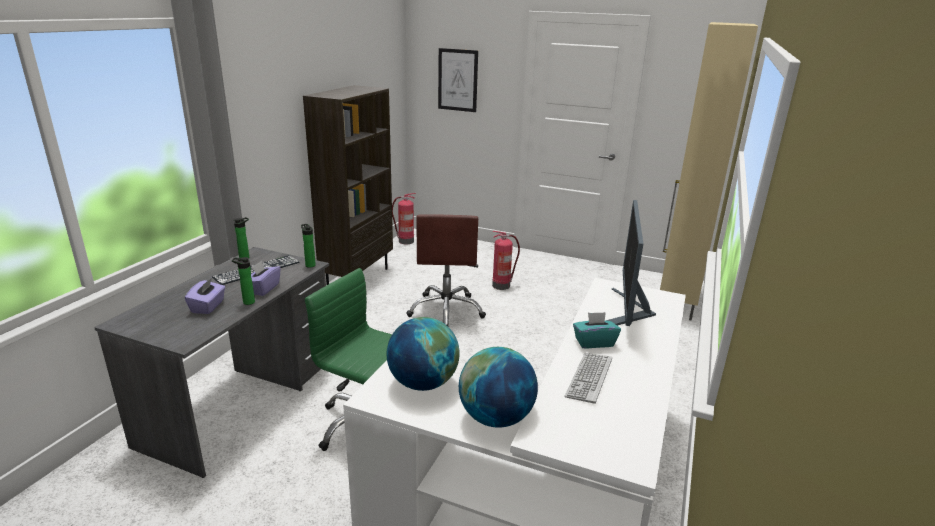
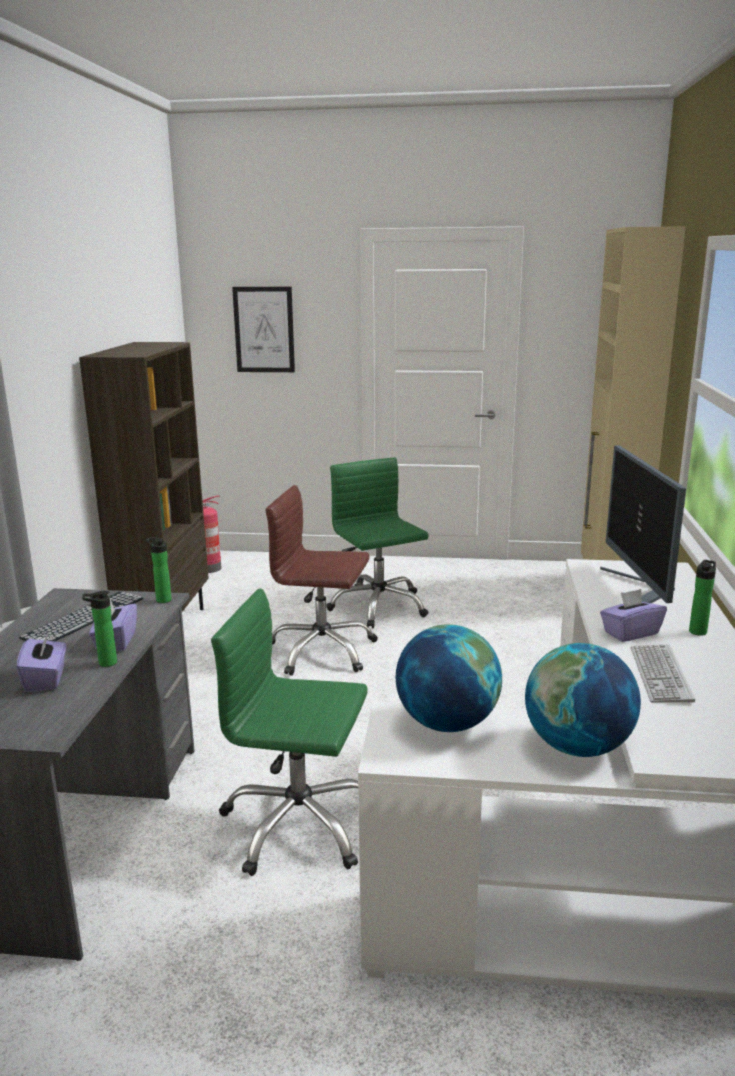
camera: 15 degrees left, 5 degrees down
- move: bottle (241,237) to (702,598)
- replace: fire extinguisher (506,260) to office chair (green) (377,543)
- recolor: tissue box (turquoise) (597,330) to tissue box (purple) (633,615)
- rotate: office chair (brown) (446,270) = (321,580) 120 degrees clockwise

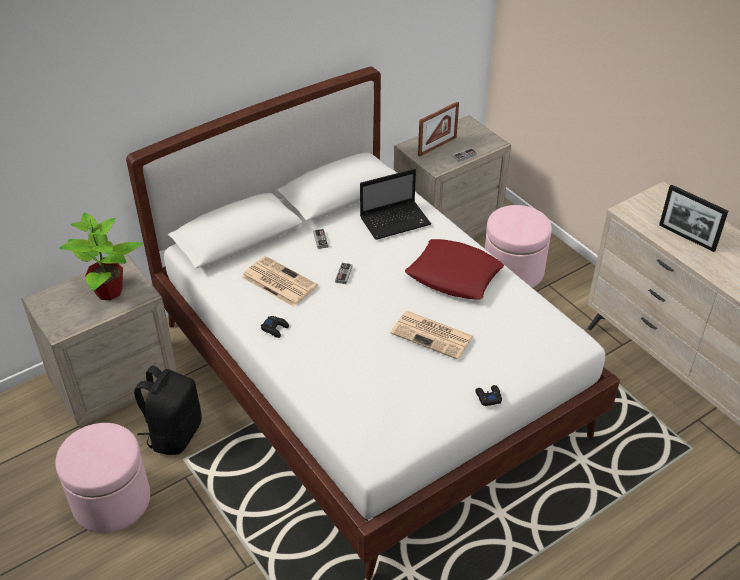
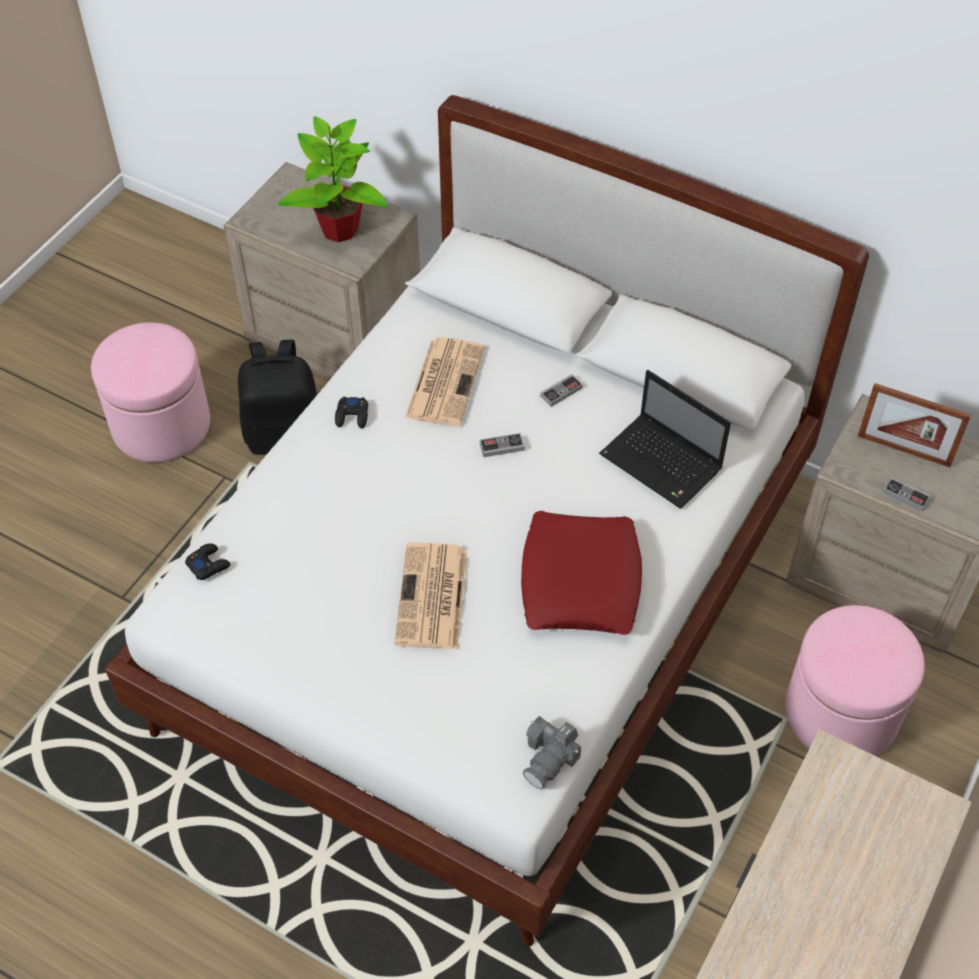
camera: 65 degrees right, 10 degrees up
- delete: picture frame (693,218)
- insert: photo camera (552,752)
- move: game controller (black) (488,395) to (208,562)

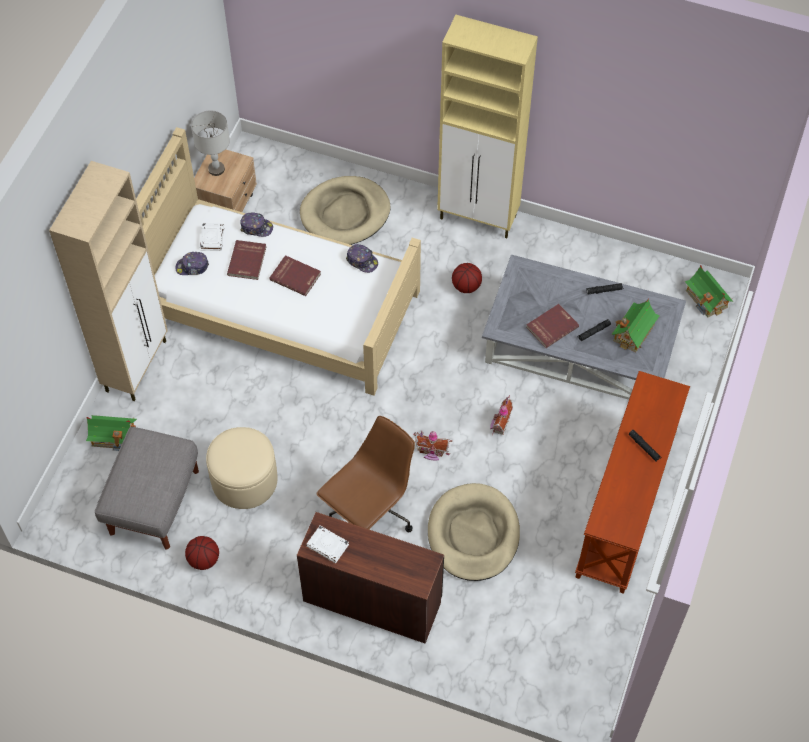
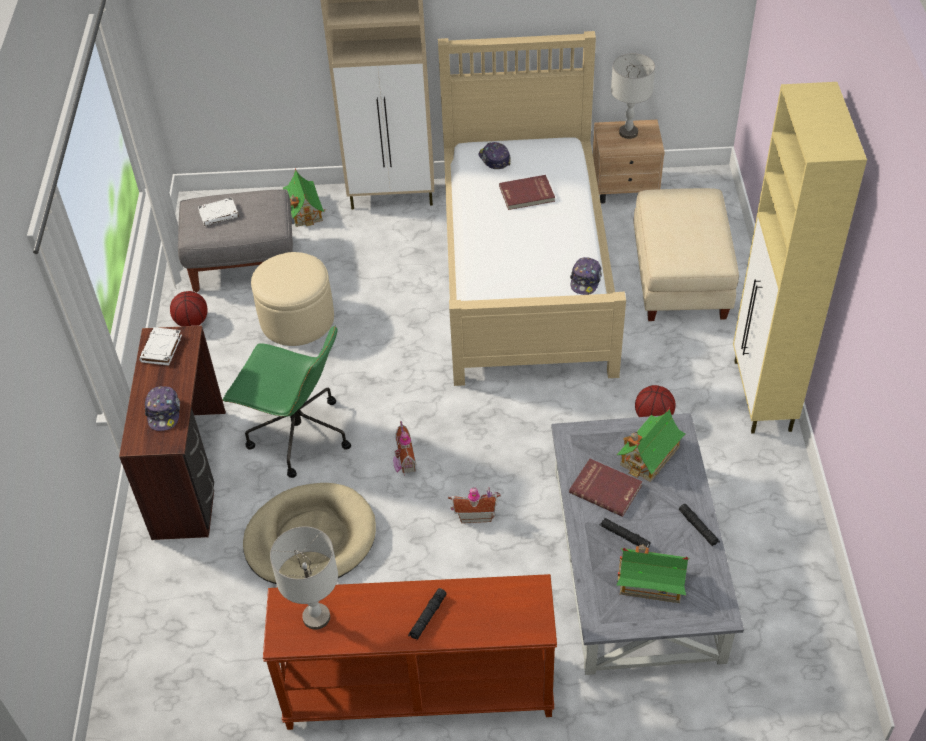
camera: 70 degrees right, 10 degrees down
- delete: book (red) (295,275)
- insert: table lamp (grey) (304,578)
- move: book (white) (212,237) to (218,212)
- move: cap (256,224) to (162,408)
- move: toy house (709,291) to (651,444)
- replace: dog bed (beige) (345,210) to ottoman (beige) (686,254)
- recolor: office chair (brown) (366,474) to office chair (green) (287,401)

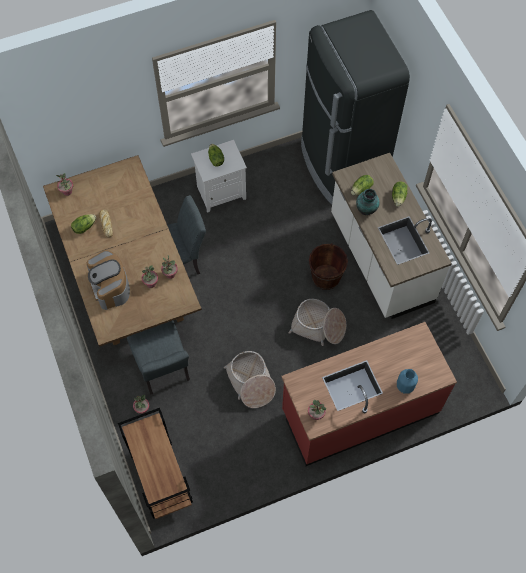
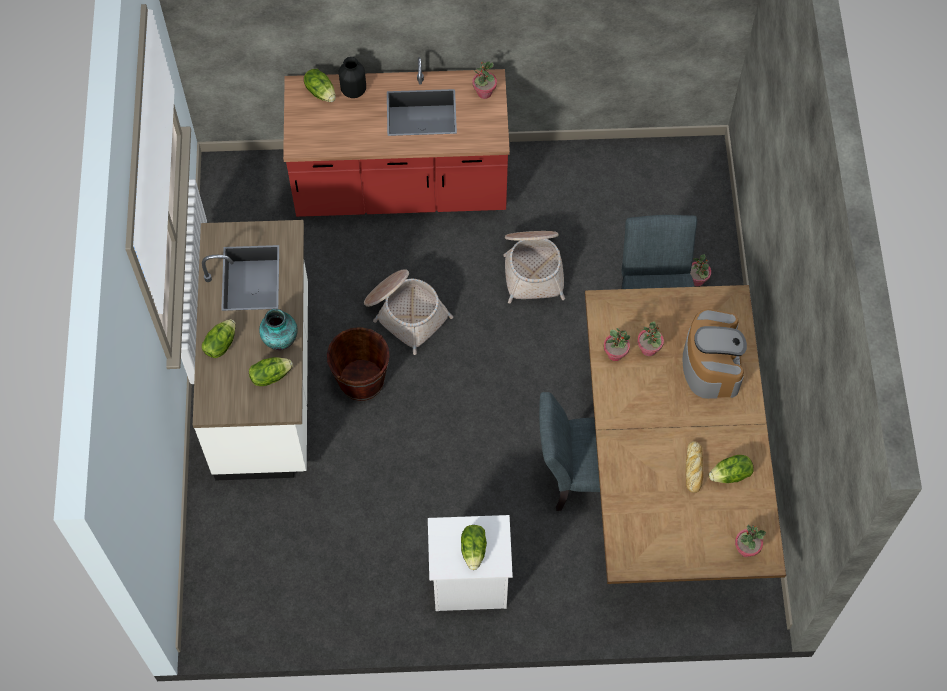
camera: 160 degrees left, 0 degrees up
- delete: cart (brown) (155,463)
- delete: fridge (black) (355,107)
- insert: lettuce (320,85)
- recolor: vase (blue) (407,381) to vase (black) (352,77)

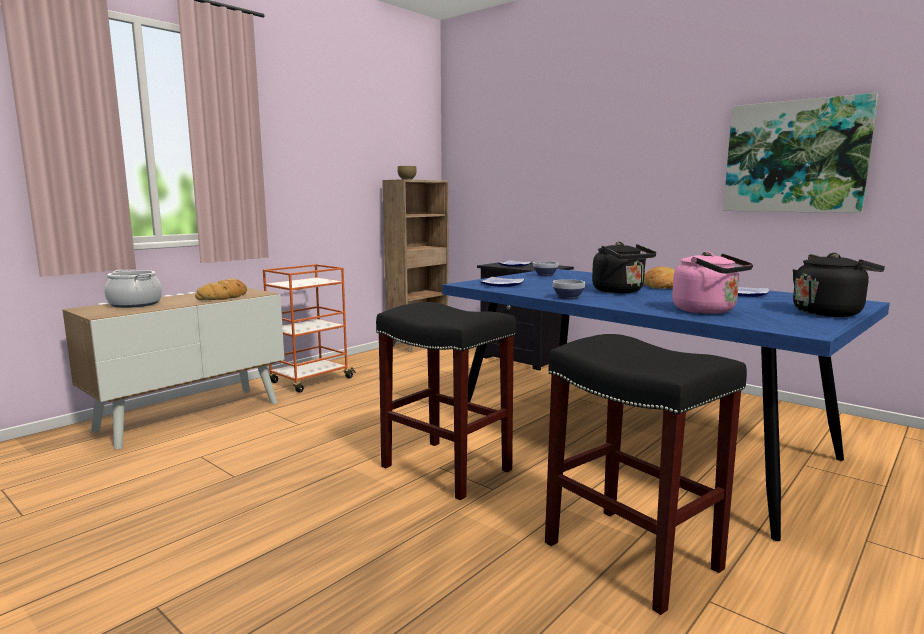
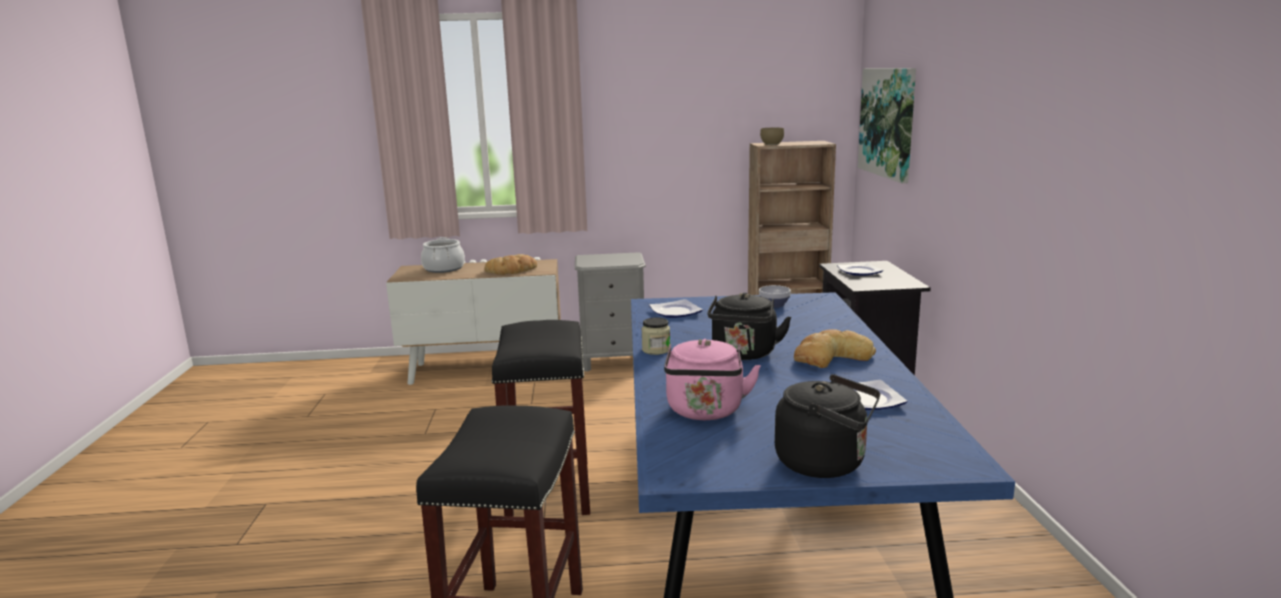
camera: 45 degrees right, 5 degrees up
- move: picture (800,153) to (887,125)
- replace: cart (orange) (309,328) to nightstand (grey) (610,312)
- replace: bowl (569,289) to jar (655,336)

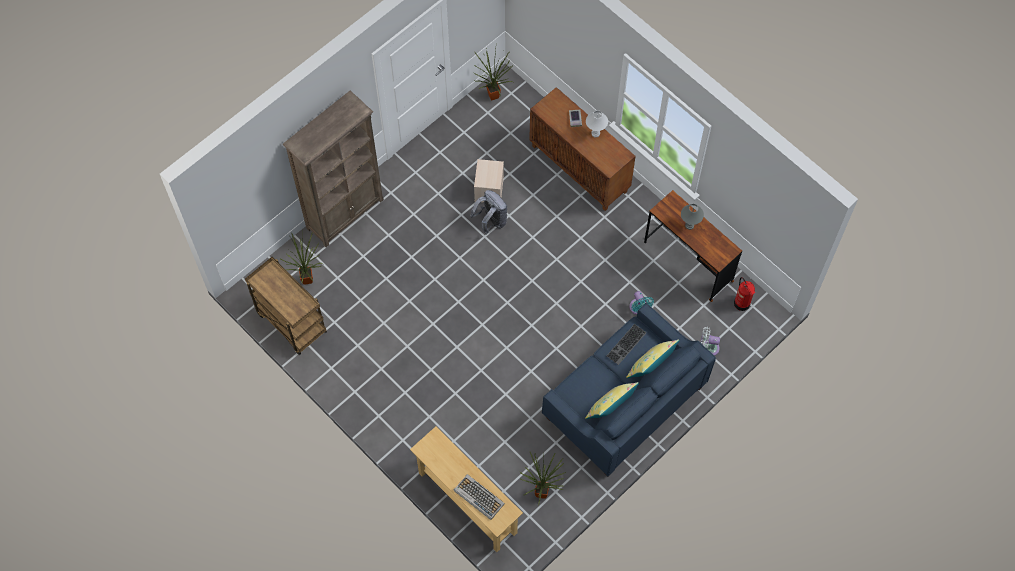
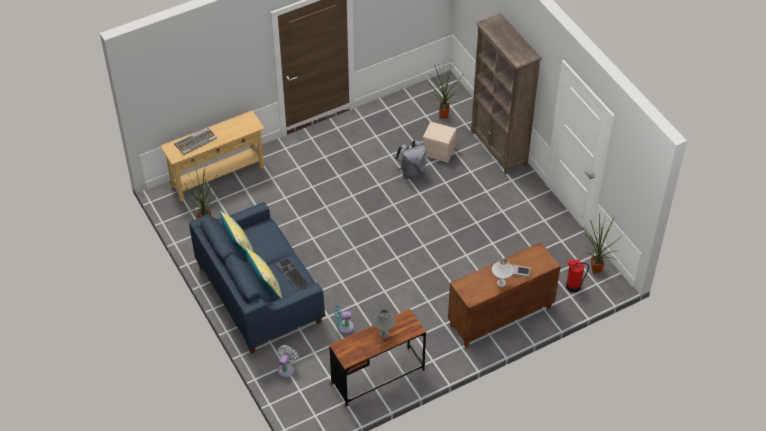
camera: 105 degrees right, 15 degrees down
- delete: cart (brown) (286,306)
- move: backpack (grey) (488,212) to (410,159)
- move: storage box (beige) (489,181) to (439,142)
- move: fire extinguisher (744,294) to (577,276)

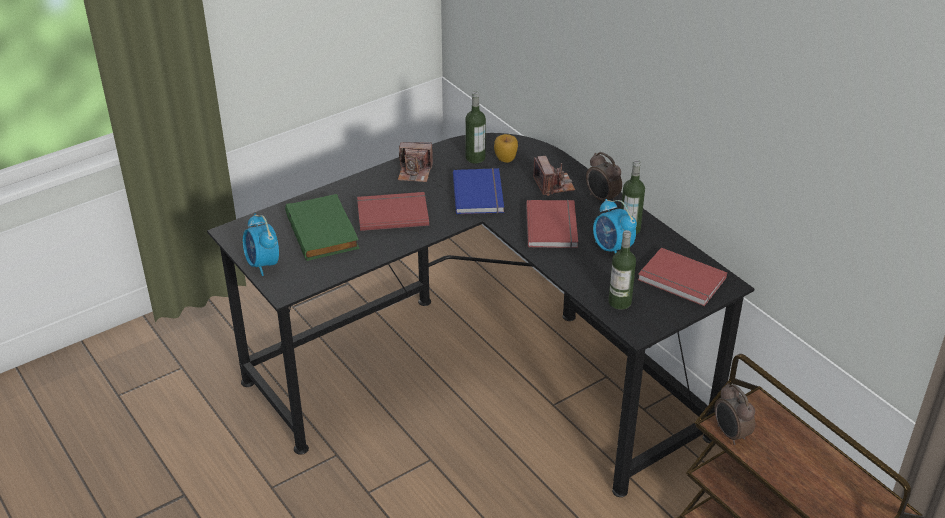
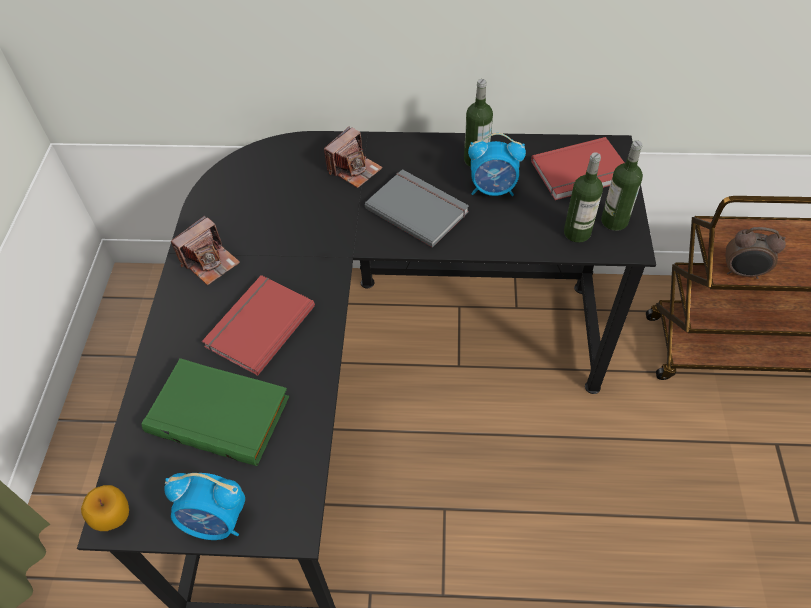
camera: 50 degrees left, 15 degrees up
- delete: book (blue) (478,191)
- delete: alarm clock (604,176)
- move: bottle (475,127) to (622,185)
- move: apple (506,148) to (105,508)
- recolor: book (red) (552,224) to book (grey) (417,208)
- rotate: photo camera (554,176) = (353,157) 105 degrees clockwise

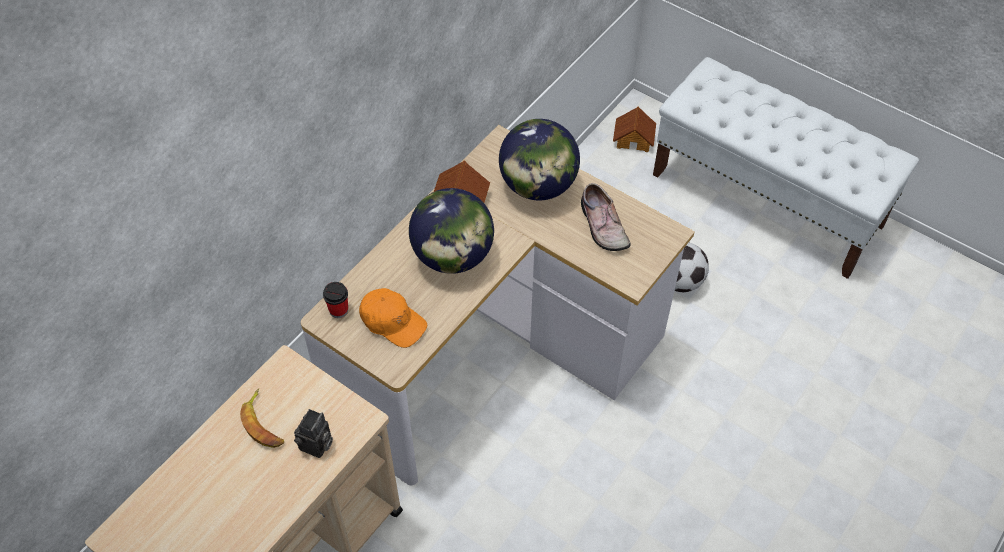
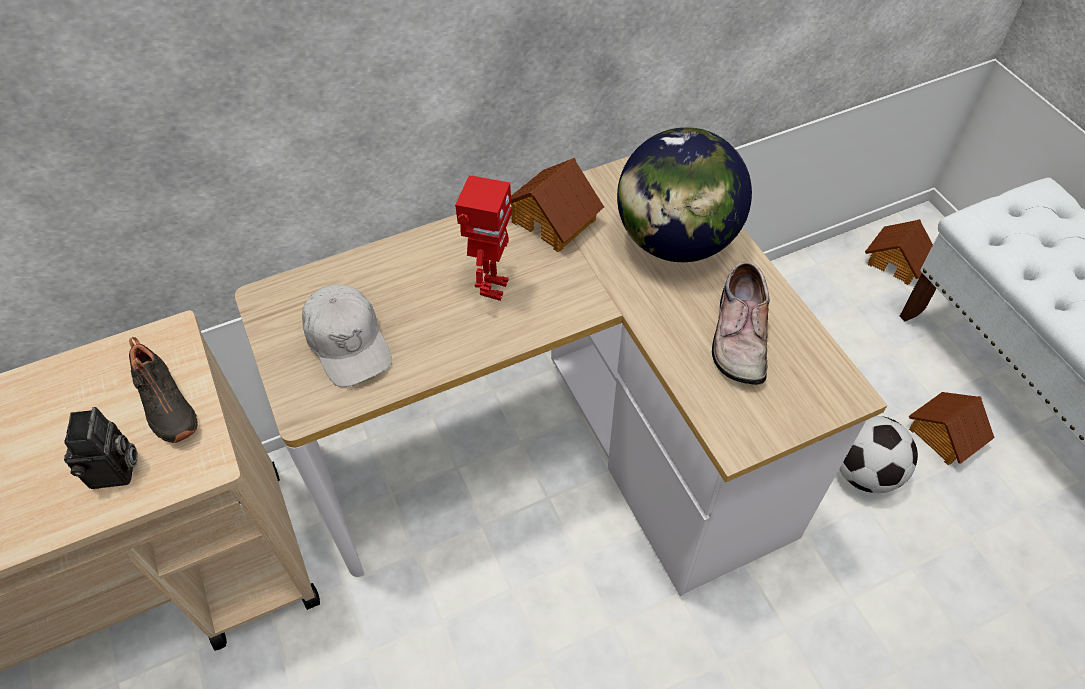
camera: 30 degrees right, 0 degrees up
- delete: banana (262,418)
- delete: cup (335,300)
- insert: shoe (black) (163,390)
- insert: toy house (952,428)
- replace: globe (451,231) to toy robot (483,238)
- recolor: cap (orange) (393,318) to cap (white) (347,336)
- rotate: photo camera (313,433) = (101,448) 60 degrees counterclockwise

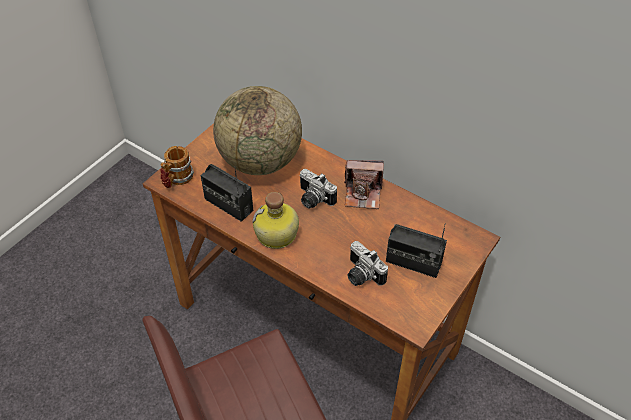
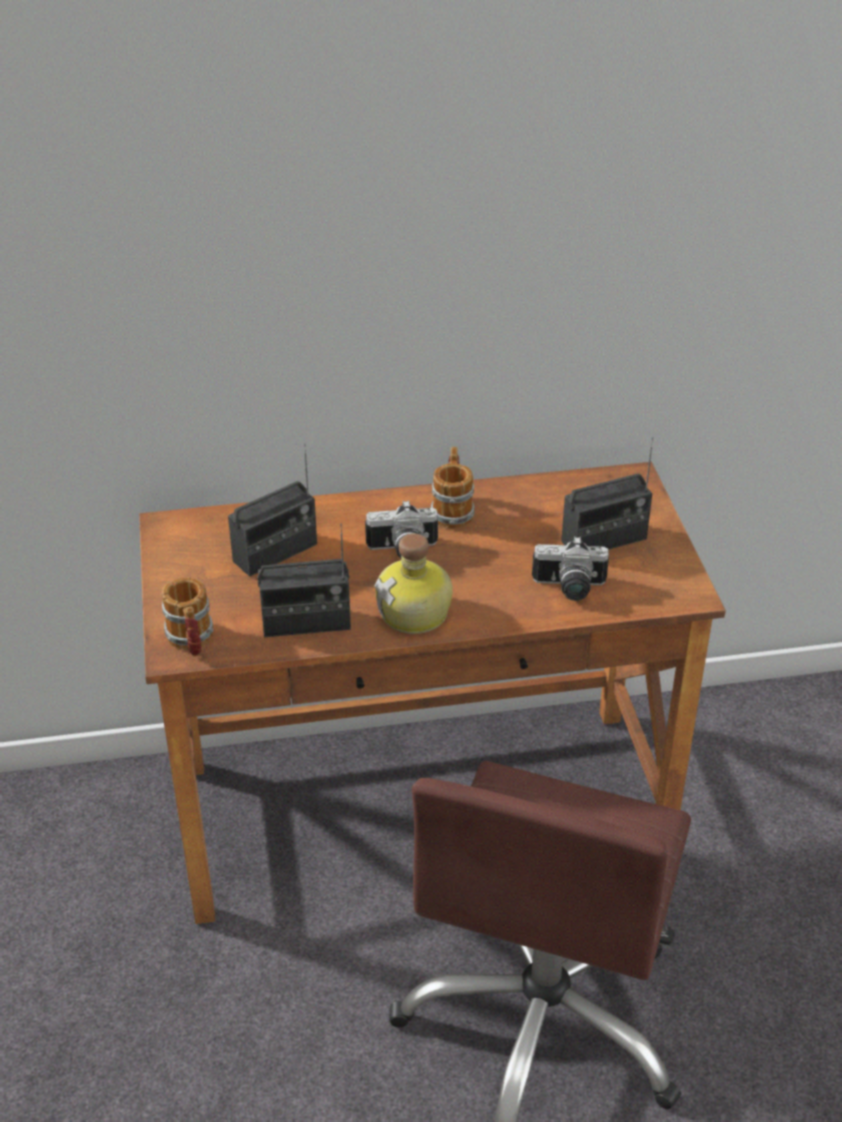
camera: 45 degrees left, 10 degrees down
- replace: globe (257,130) to radio (272,510)
- replace: photo camera (364,184) to mug (453,487)

